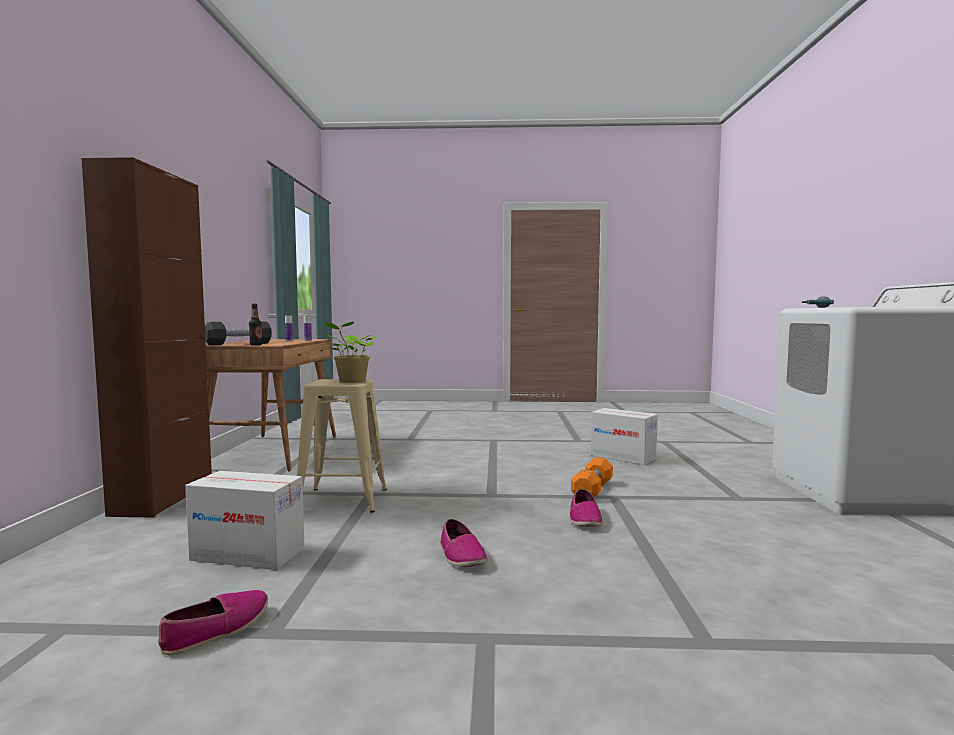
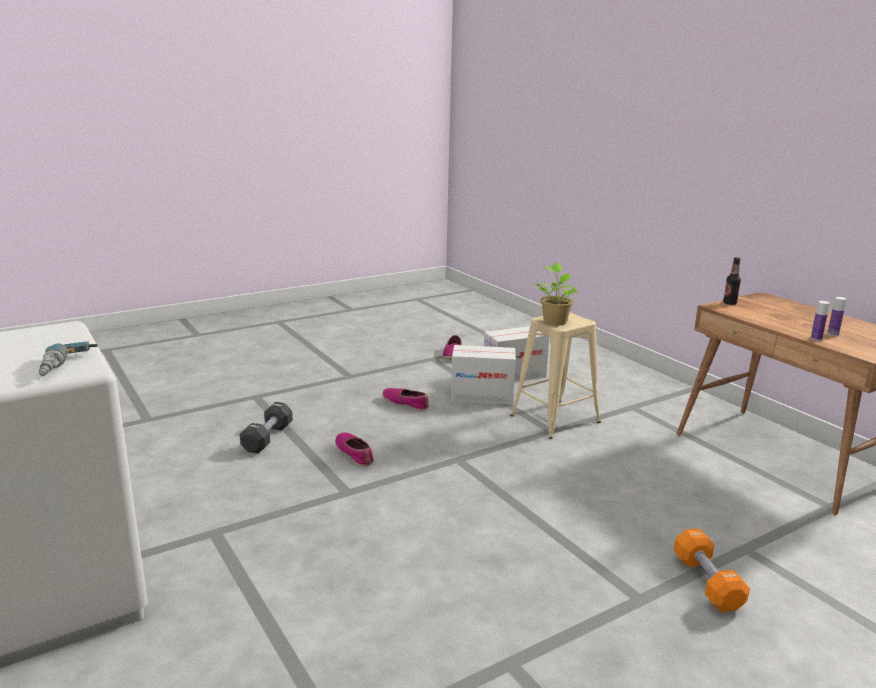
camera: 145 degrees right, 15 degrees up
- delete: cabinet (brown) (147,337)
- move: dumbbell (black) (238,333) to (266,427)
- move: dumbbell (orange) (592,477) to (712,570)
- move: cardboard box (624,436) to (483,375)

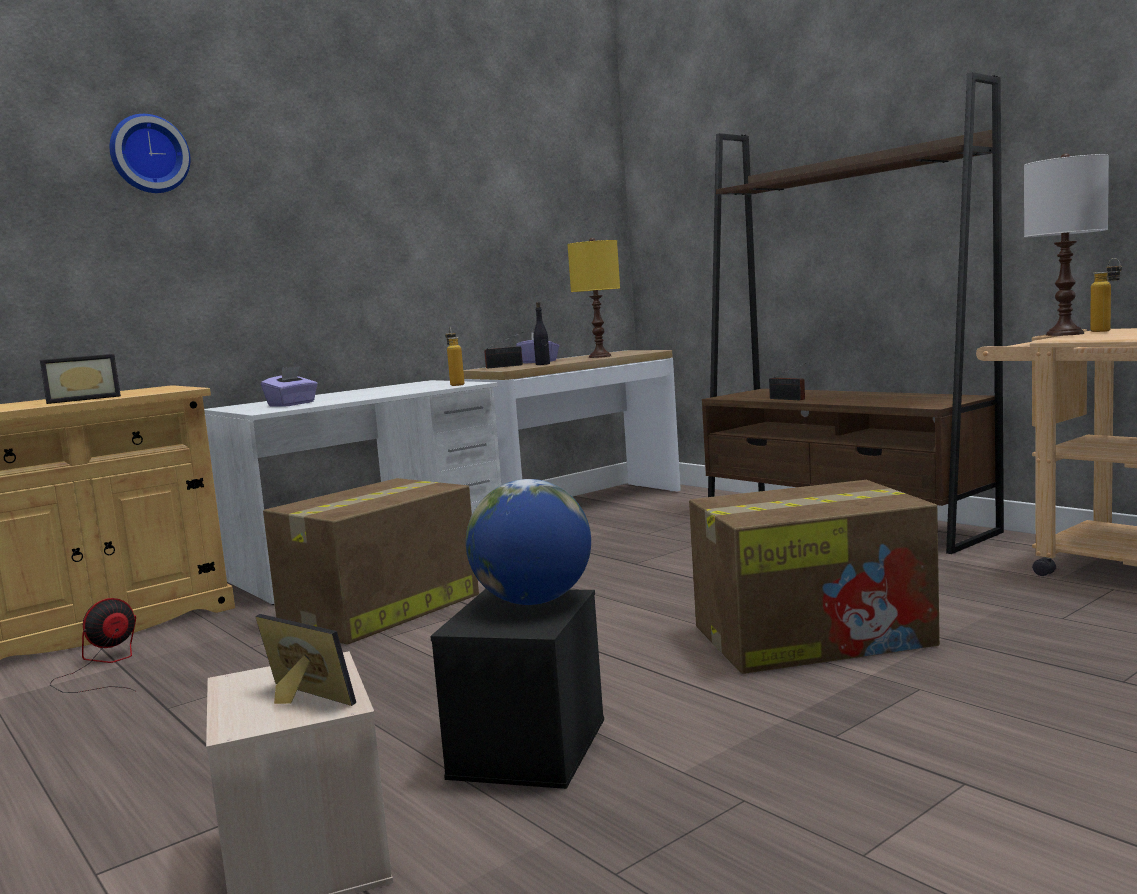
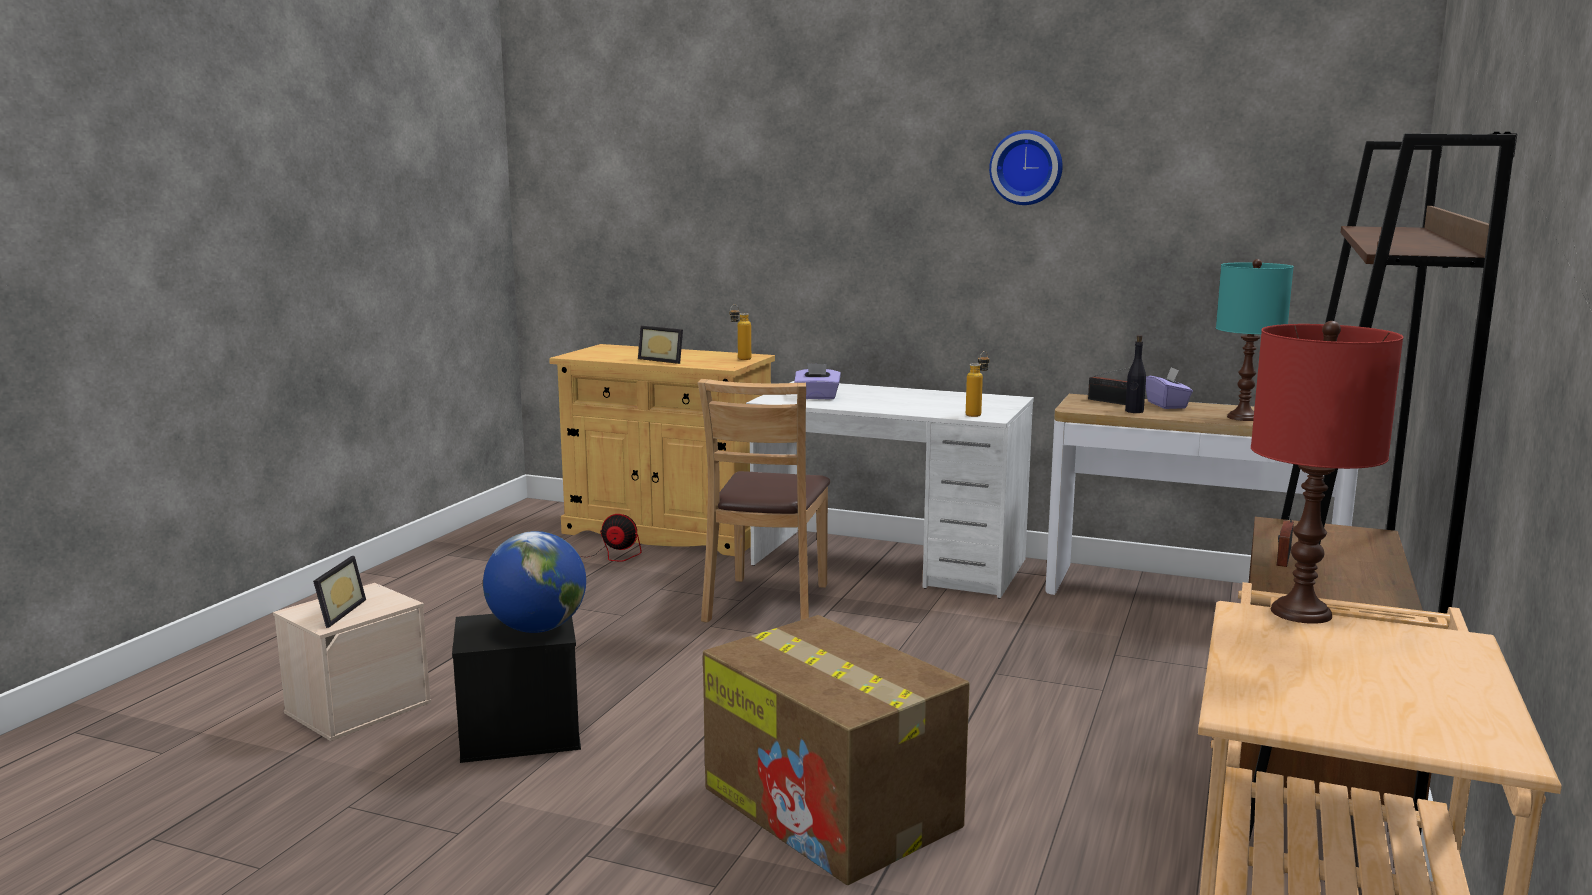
camera: 60 degrees right, 5 degrees up
- move: wall clock (150,153) to (1026,167)
- move: bottle (1106,295) to (740,332)
- replace: cardboard box (371,561) to chair (brown) (764,501)
- recolor: table lamp (yellow) (593,298) to table lamp (turquoise) (1255,340)
- recolor: table lamp (white) (1066,244) to table lamp (red) (1327,472)

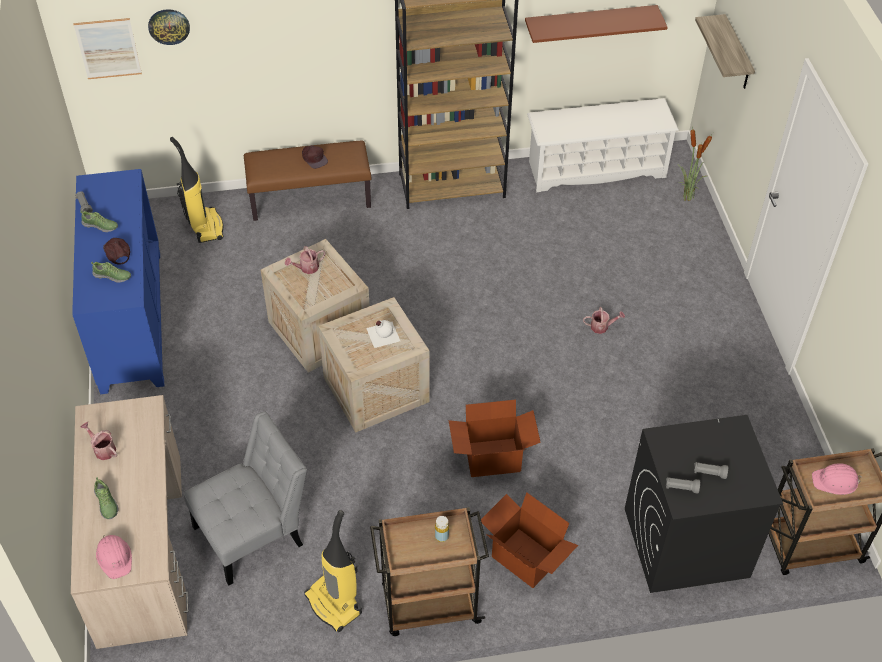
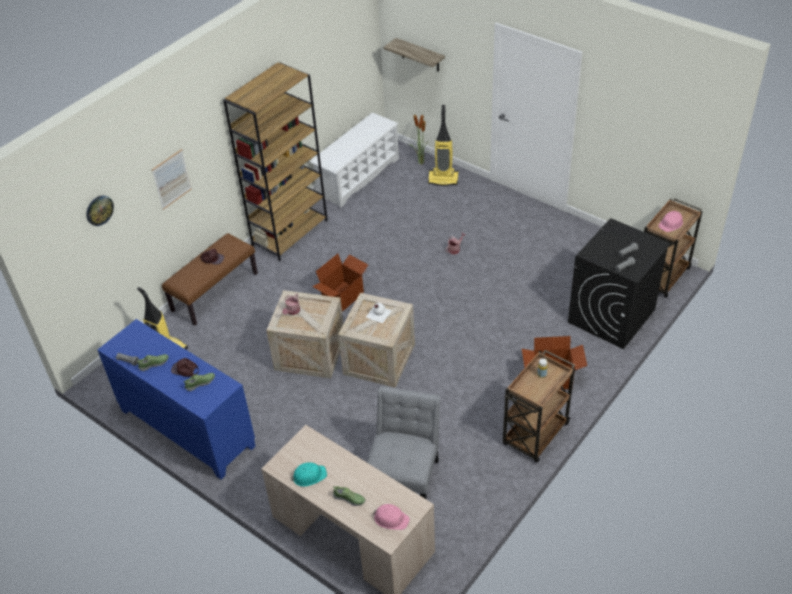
camera: 40 degrees left, 5 degrees down
- delete: shelf (brown) (596,24)
- move: picture (107,48) to (172,179)
- move: vacuum cleaner (333,571) to (443,145)
- move: cardboard box (494,438) to (340,283)
- replace: watering can (98,441) to hard hat (turquoise) (309,474)

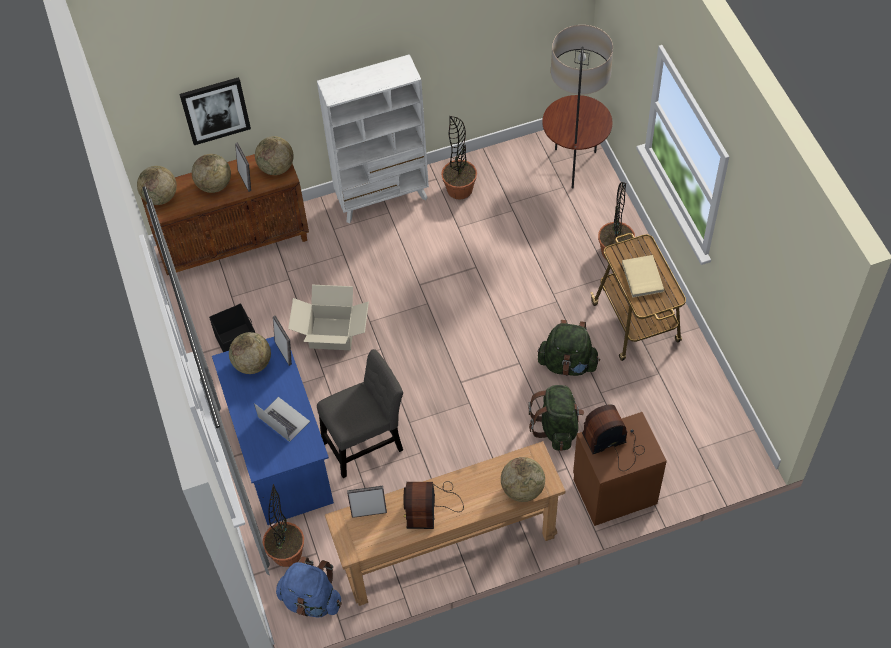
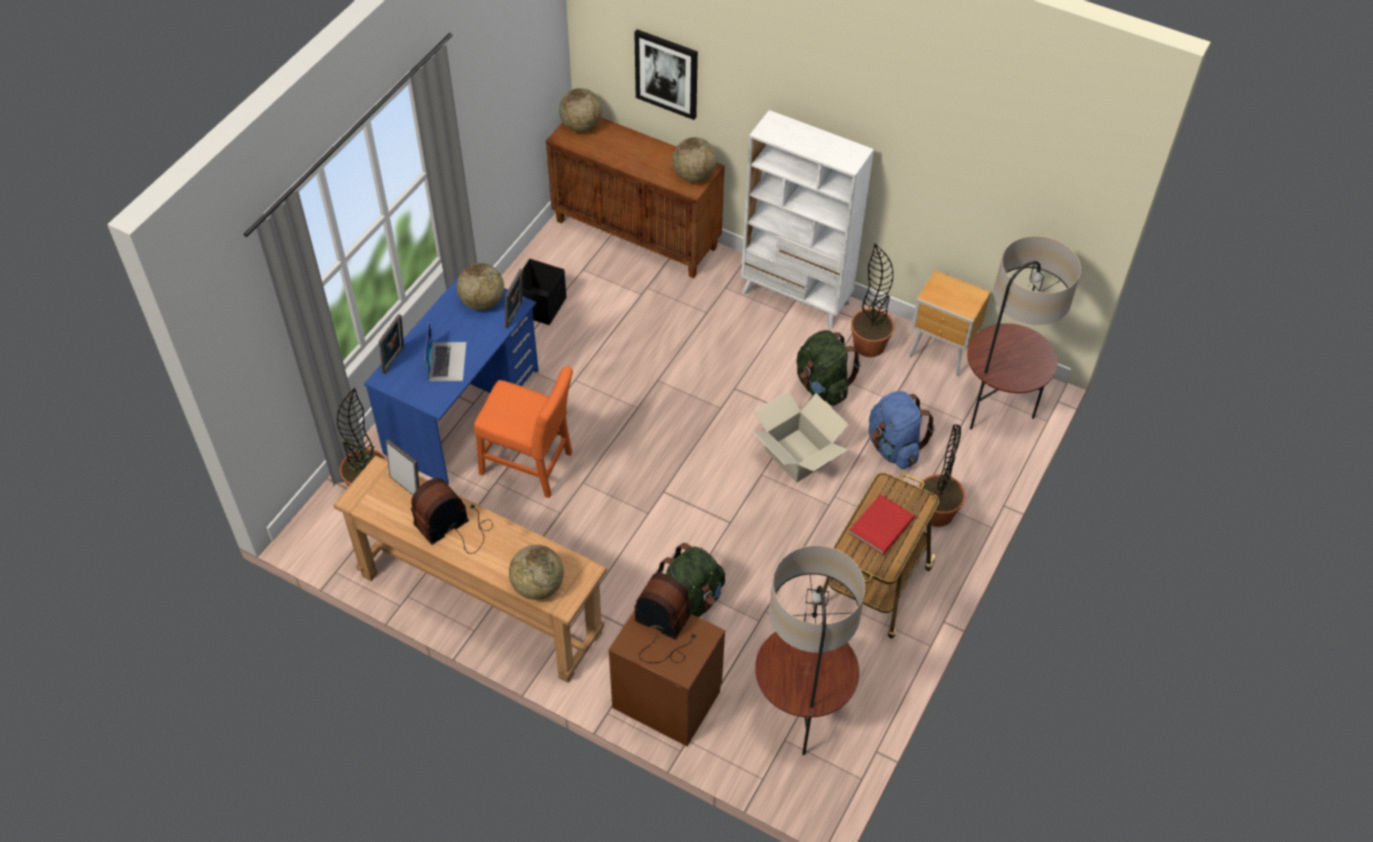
camera: 45 degrees right, 5 degrees down
- delete: globe (211,173)
- insert: floor lamp (810,650)
- insert: nightstand (brown) (950,323)
- move: picture frame (243,167) to (391,344)
- move: backpack (blue) (309,586) to (902,430)
- move: cardboard box (328,317) to (801,437)
- move: backpack (green) (569,348) to (828,368)
- recolor: chair (grey) (360,413) to chair (orange) (523,432)
- recolor: book (beige) (643,276) to book (red) (882,524)

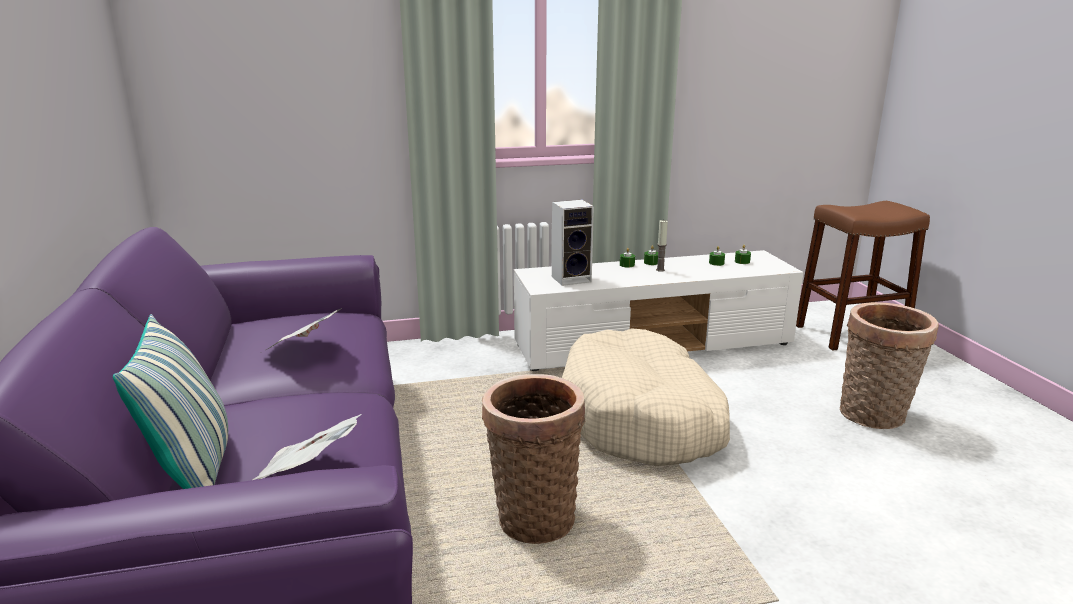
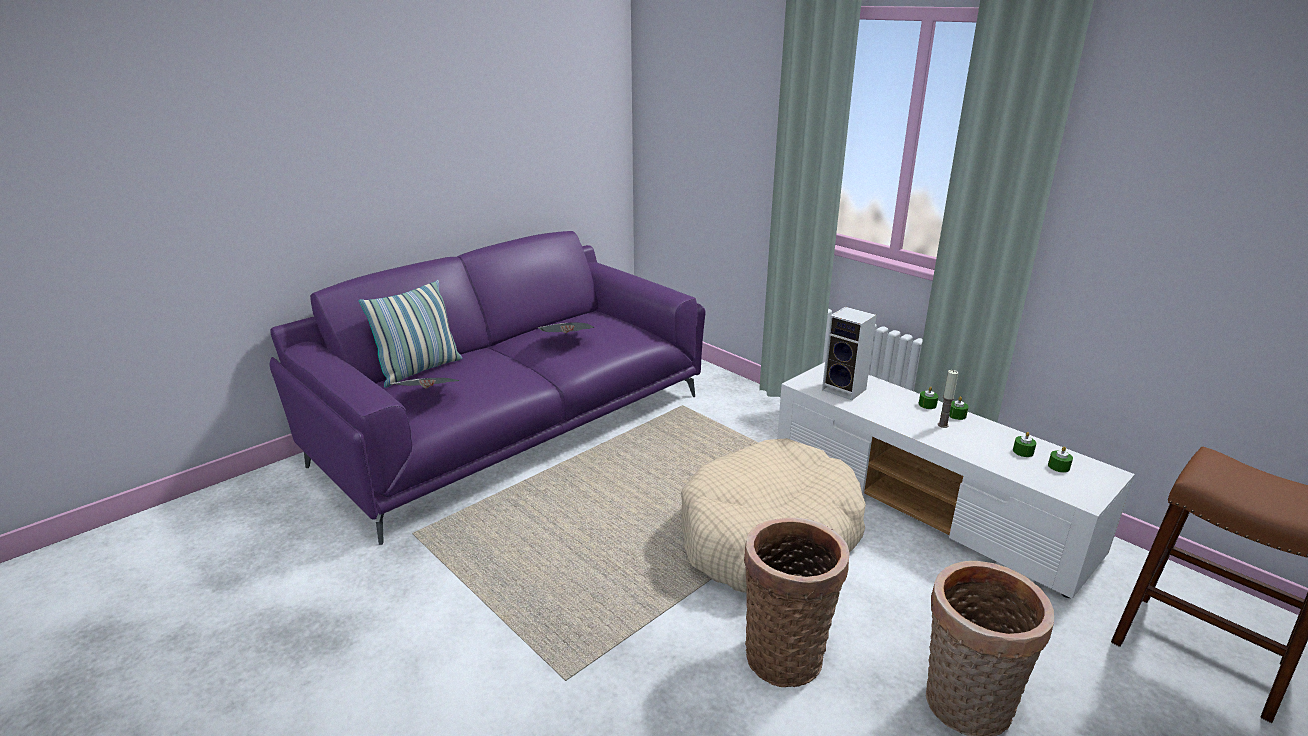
camera: 60 degrees right, 5 degrees up
- move: basket (533,459) to (797,602)

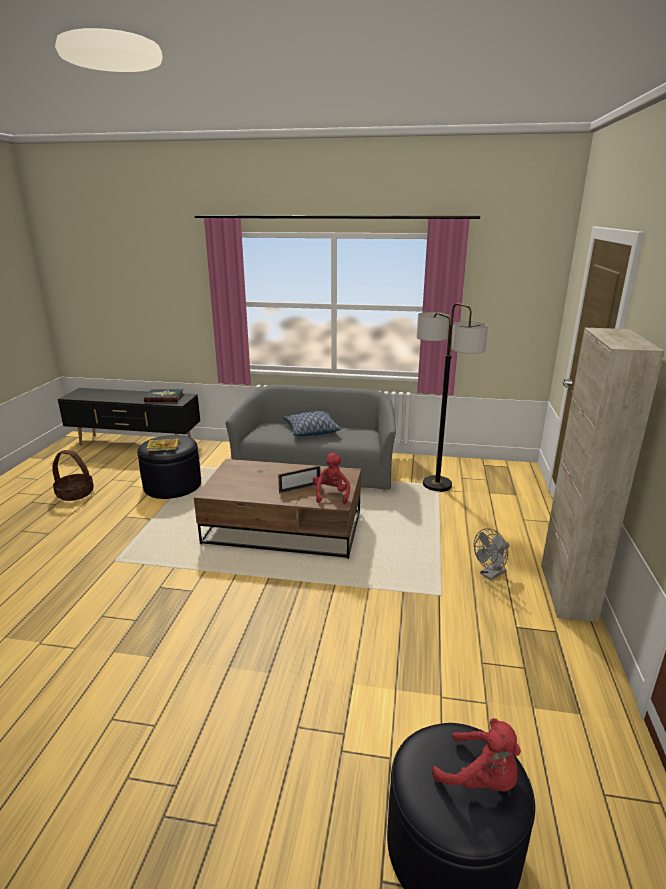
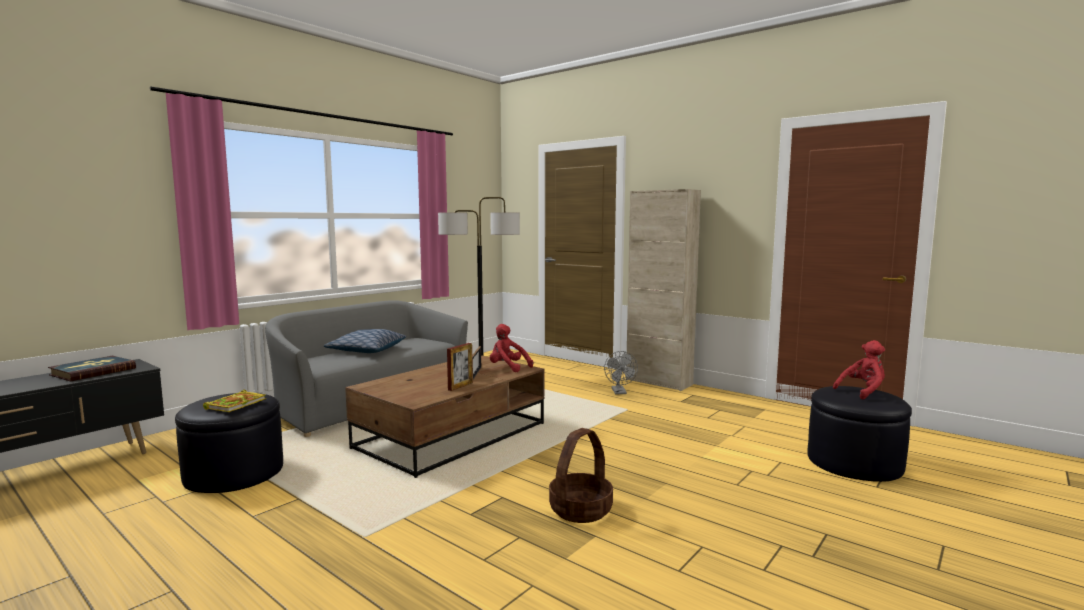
camera: 60 degrees left, 15 degrees down
- insert: picture frame (460,367)
- move: basket (73,475) to (581,475)

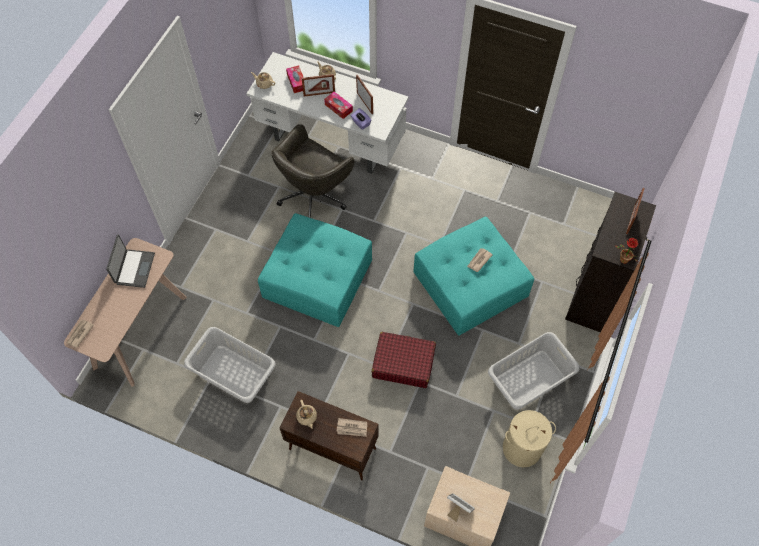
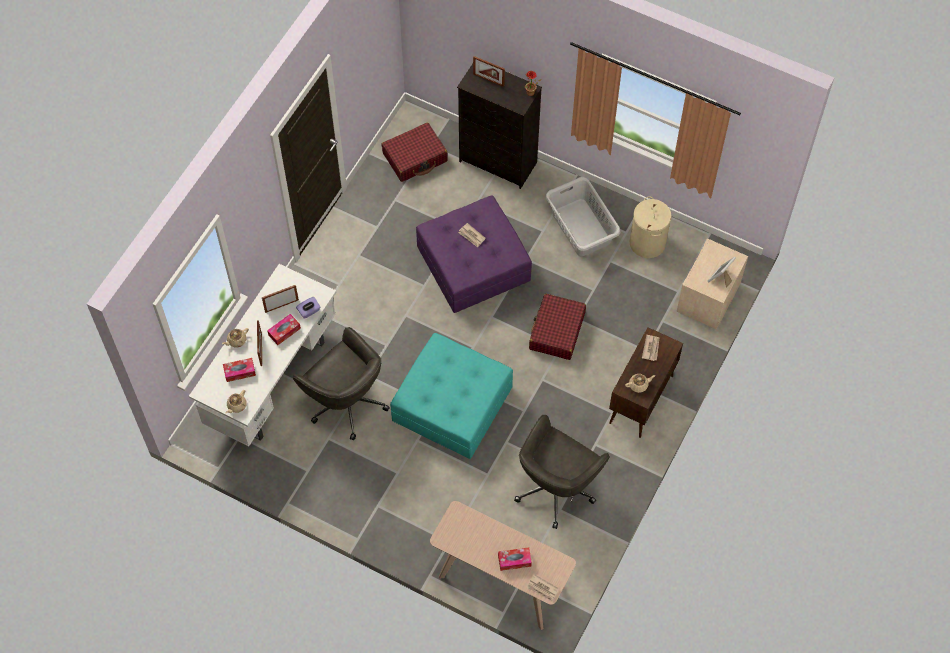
camera: 85 degrees left, 0 degrees up
- delete: laptop (130,261)
- insert: suitcase (red) (415,152)
- insert: tissue box (515,559)
- replace: laundry basket (grey) (230,365) to office chair (grey) (562,472)
- recolor: ottoman (turquoise) (474,276) to ottoman (purple) (474,254)

